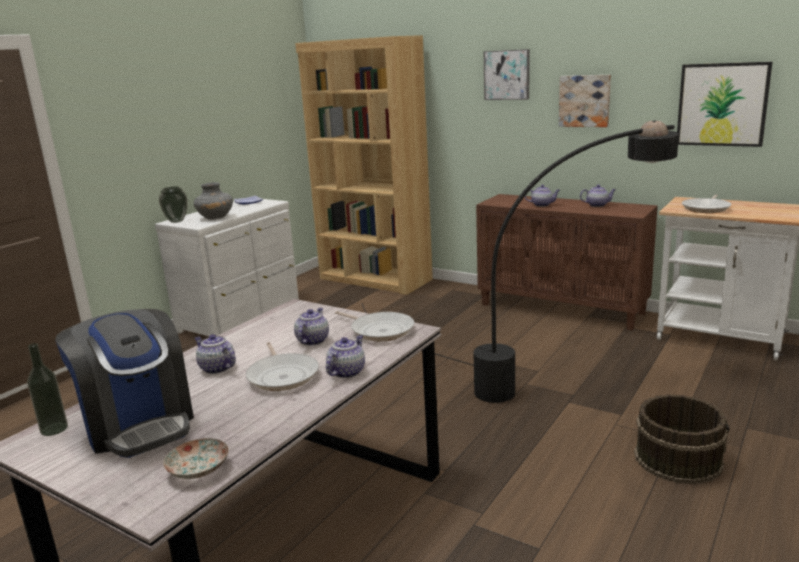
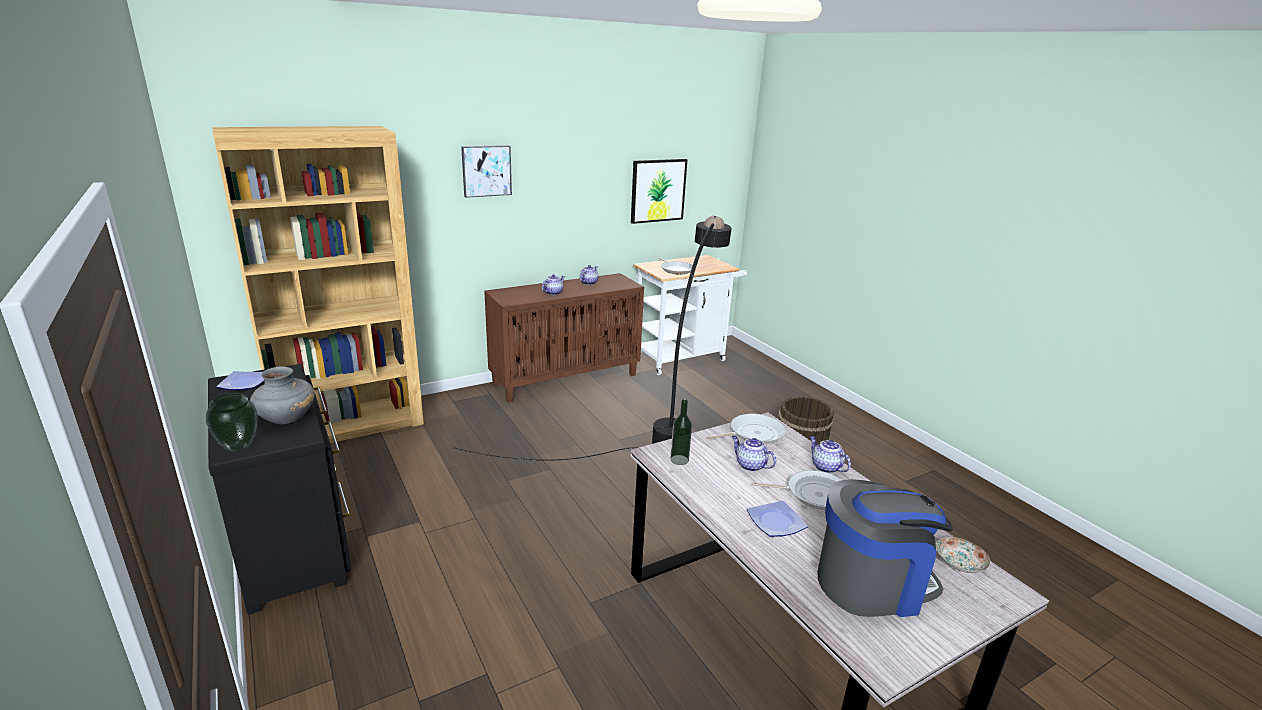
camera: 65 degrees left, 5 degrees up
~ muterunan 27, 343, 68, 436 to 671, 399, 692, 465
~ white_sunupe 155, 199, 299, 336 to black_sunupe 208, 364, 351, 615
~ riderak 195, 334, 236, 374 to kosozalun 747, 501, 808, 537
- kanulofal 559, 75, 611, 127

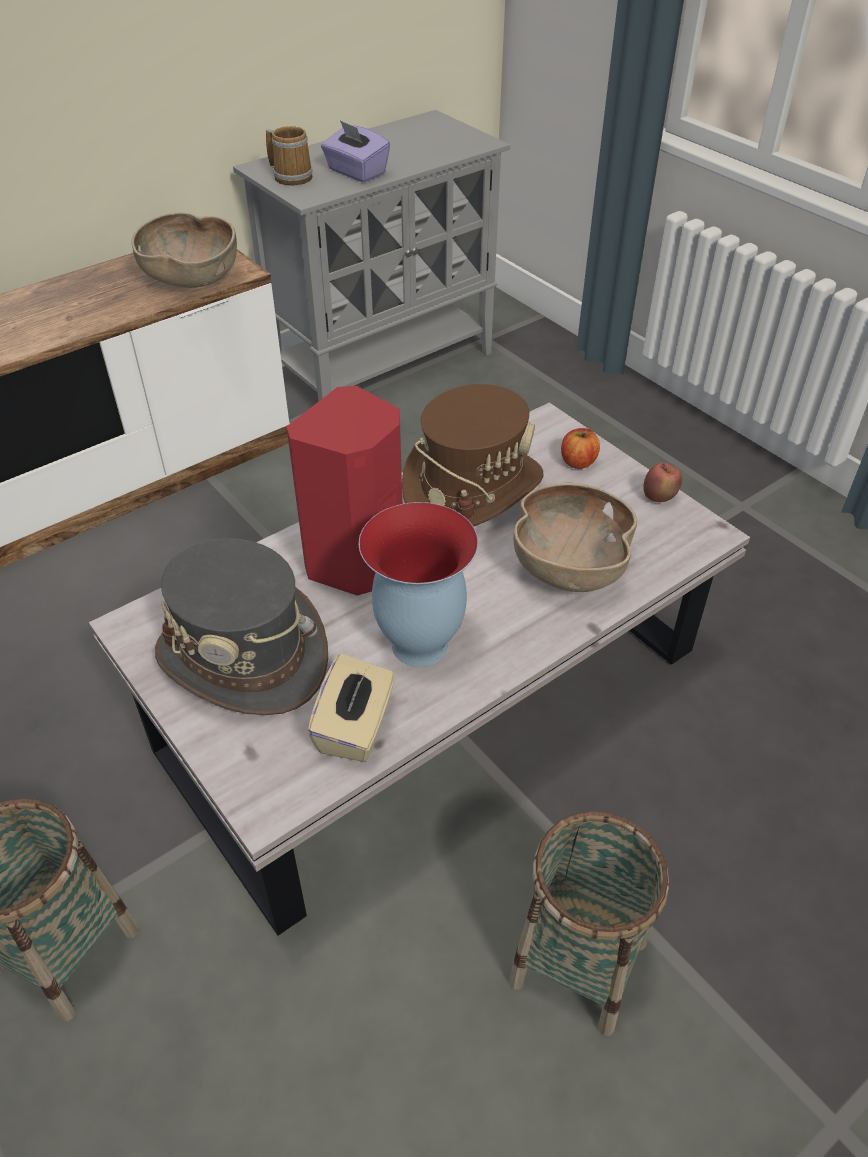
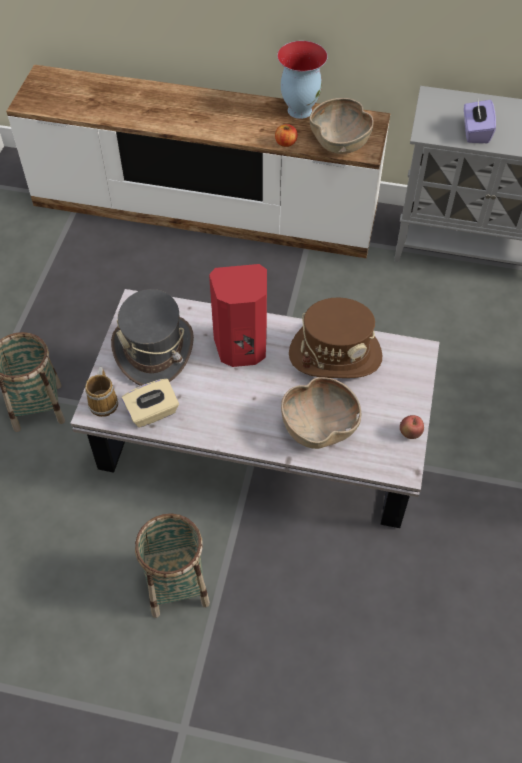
camera: 50 degrees right, 10 degrees up
~ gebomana 266, 126, 313, 185 to 85, 367, 118, 417
~ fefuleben 359, 502, 478, 667 to 277, 41, 328, 119
~ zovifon 561, 428, 600, 469 to 275, 124, 297, 147

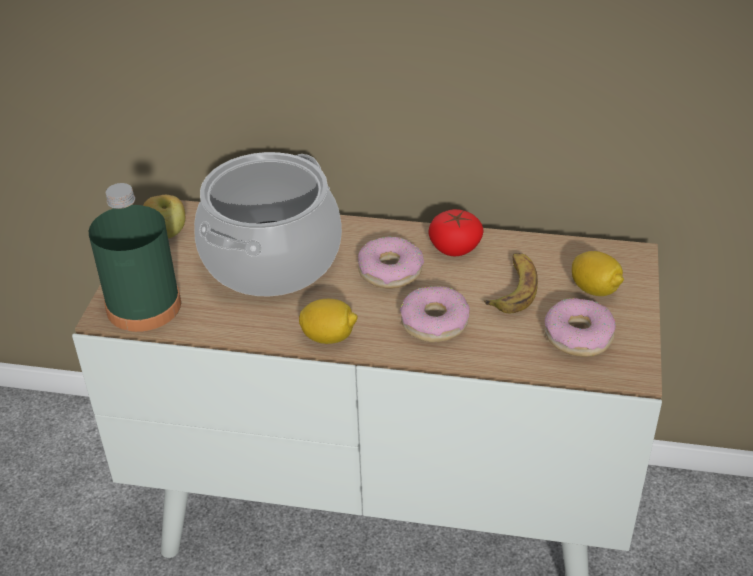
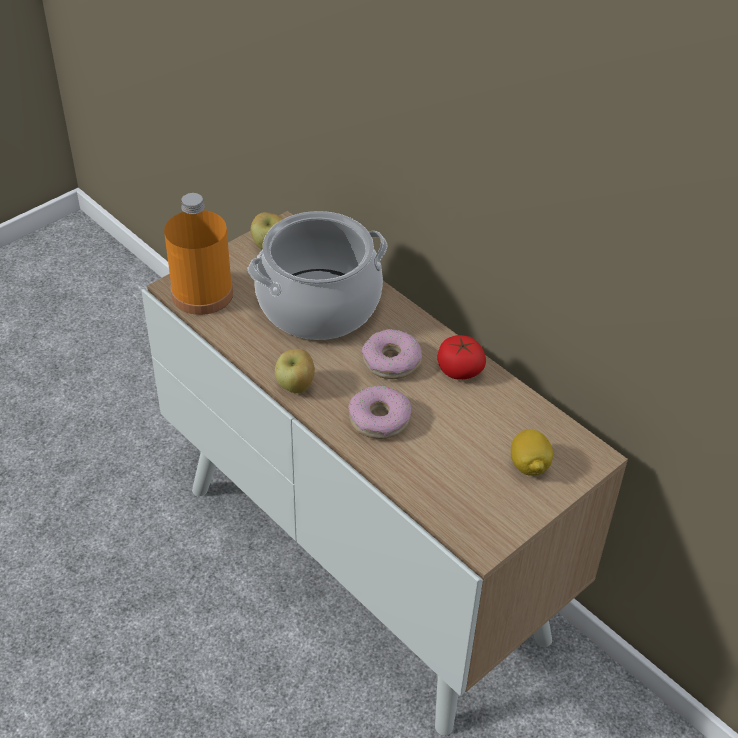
camera: 35 degrees right, 5 degrees up
~ green_muterunan 89, 183, 181, 332 to orange_muterunan 164, 193, 233, 315
~ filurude 299, 299, 358, 344 to zovifon 275, 349, 315, 393
- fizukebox 484, 253, 538, 313
- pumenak 545, 298, 616, 357

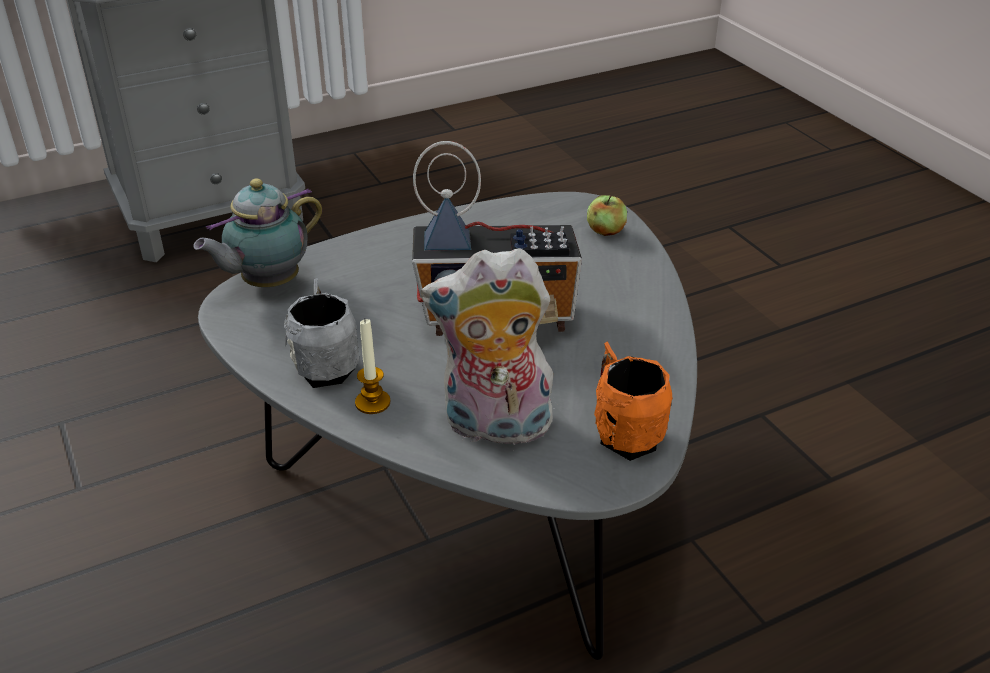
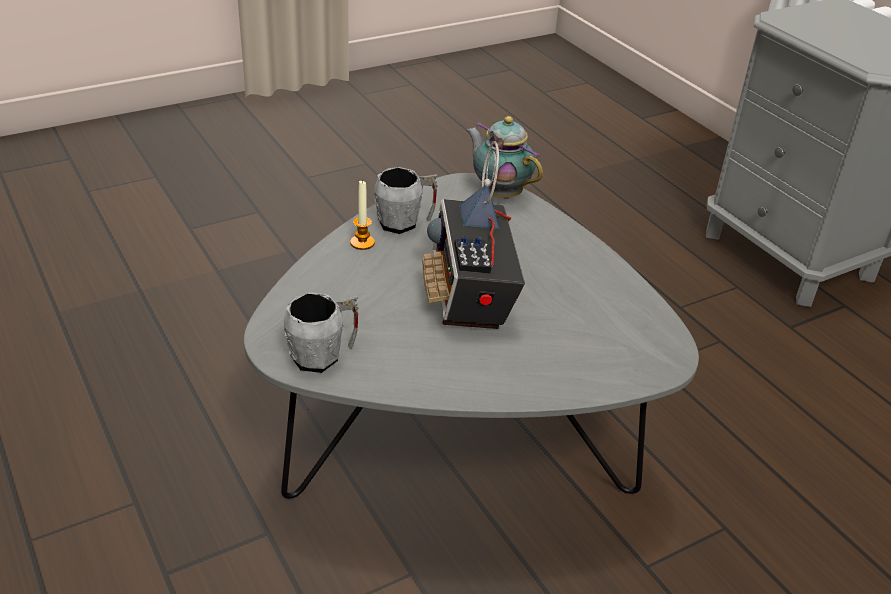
camera: 85 degrees right, 0 degrees up
- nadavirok 421, 248, 556, 451
- zovifon 587, 195, 627, 236
~ orange_gebomana 594, 341, 673, 461 to grey_gebomana 284, 292, 359, 373

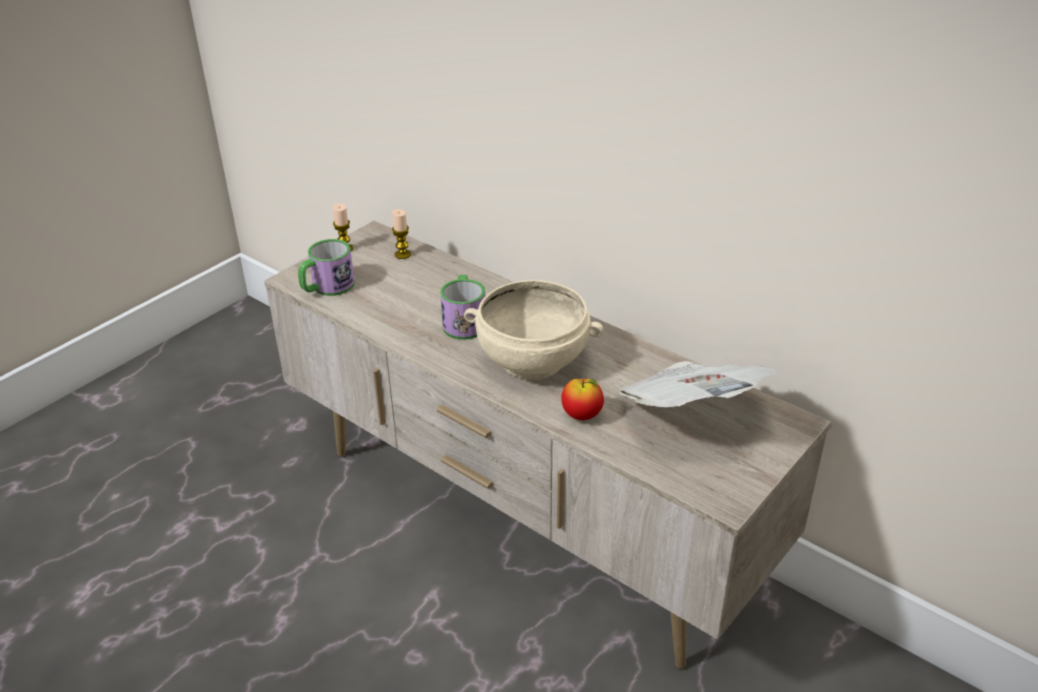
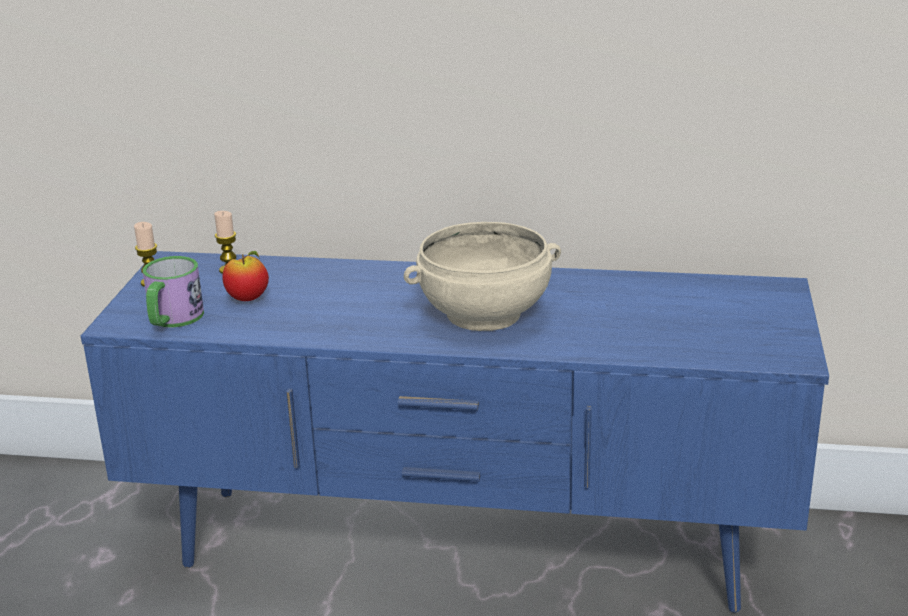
camera: 30 degrees left, 10 degrees down
~ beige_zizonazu 264, 221, 832, 669 to blue_zizonazu 81, 251, 829, 613
- gebomana 440, 274, 485, 340
~ zovifon 561, 379, 604, 420 to 222, 251, 269, 301
- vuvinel 617, 361, 780, 407

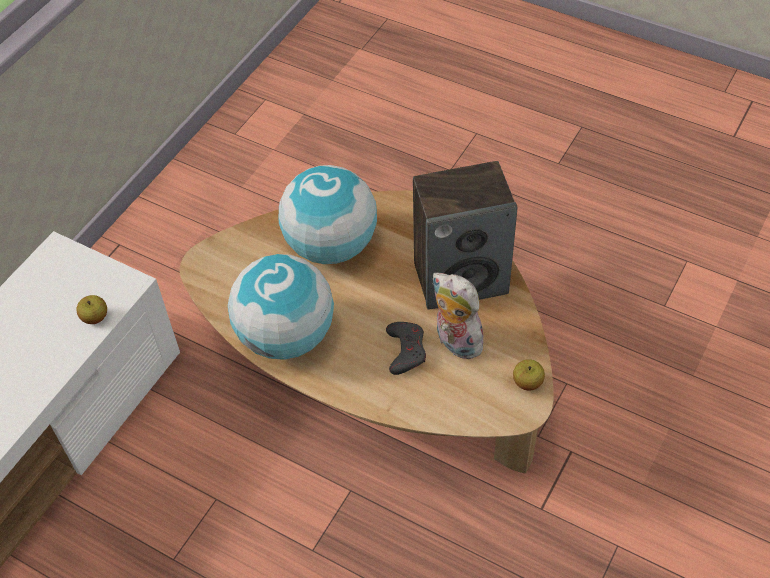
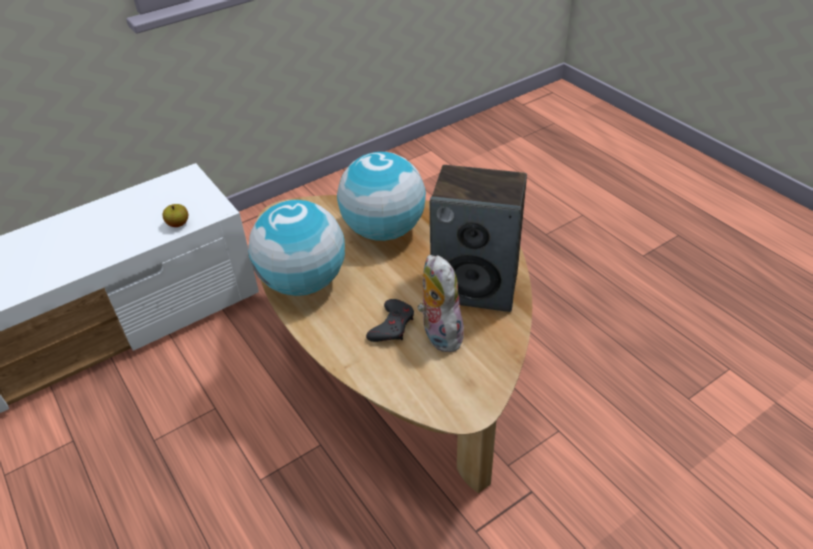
camera: 25 degrees right, 10 degrees down
- zovifon 513, 359, 545, 391

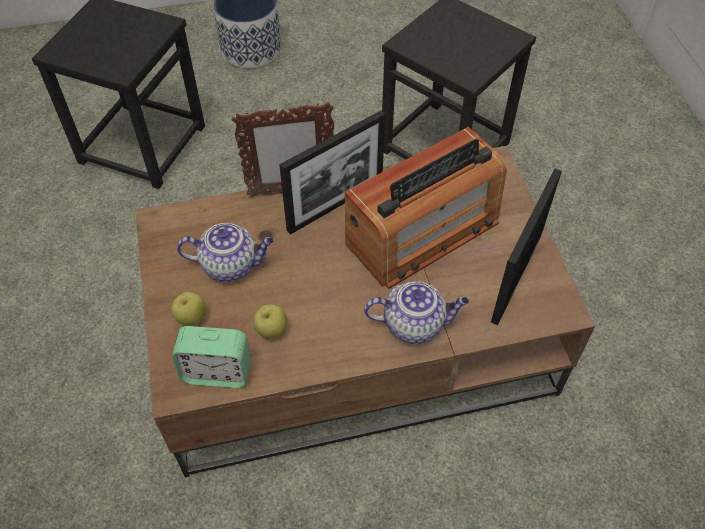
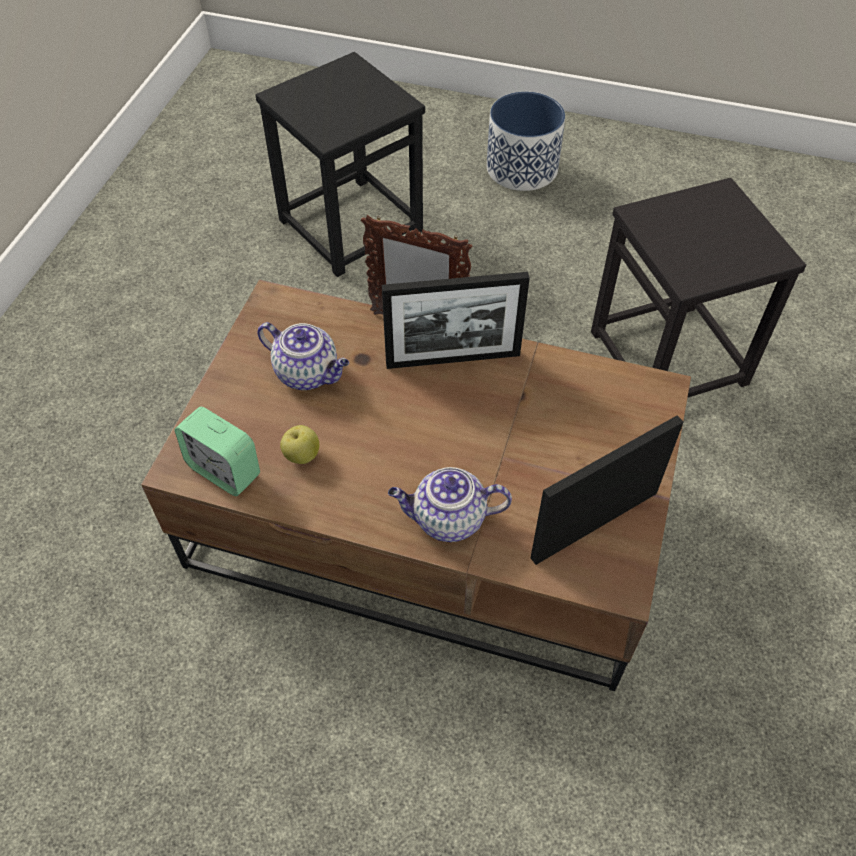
camera: 30 degrees right, 0 degrees up
- zovifon 171, 292, 206, 326
- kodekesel 345, 127, 507, 289
~ riderak 364, 281, 469, 344 = 388, 467, 512, 542 150 degrees clockwise

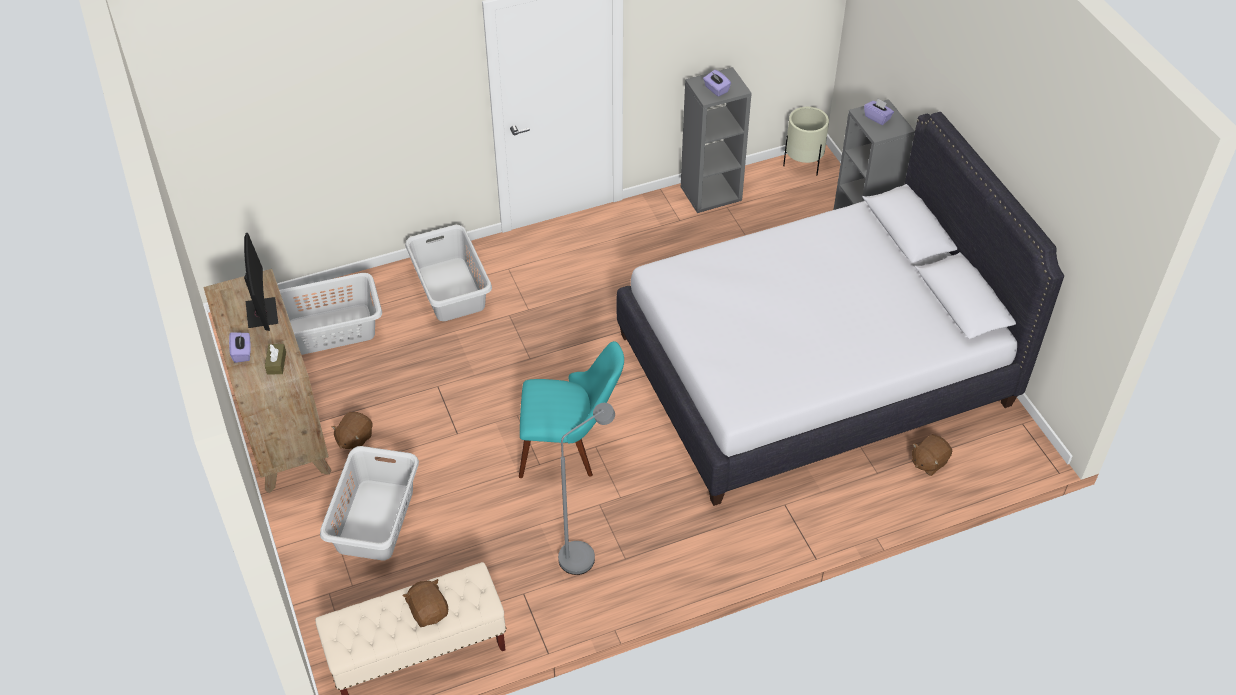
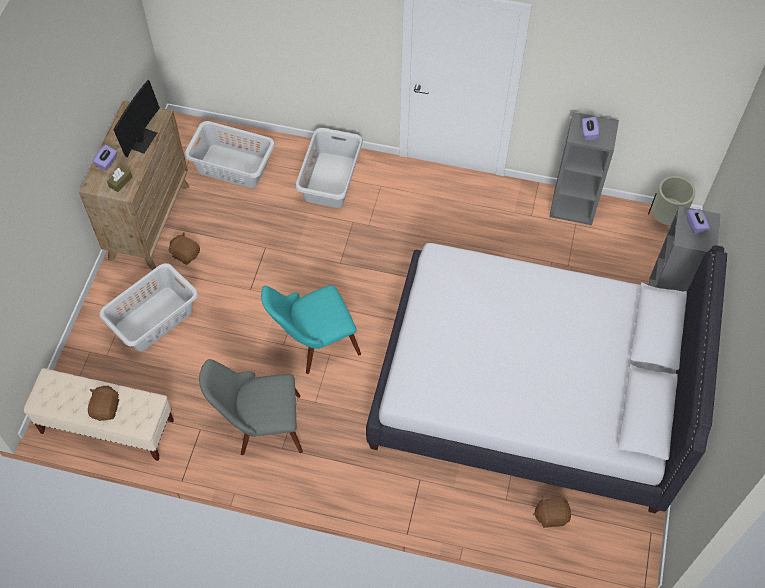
camera: 35 degrees right, 10 degrees up
~ brown_nadavirok 332, 412, 373, 449 = 168, 232, 200, 265 60 degrees clockwise
~ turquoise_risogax 519, 341, 624, 478 = 261, 285, 361, 374 120 degrees clockwise
~ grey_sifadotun 558, 403, 615, 575 to grey_risogax 199, 359, 303, 455

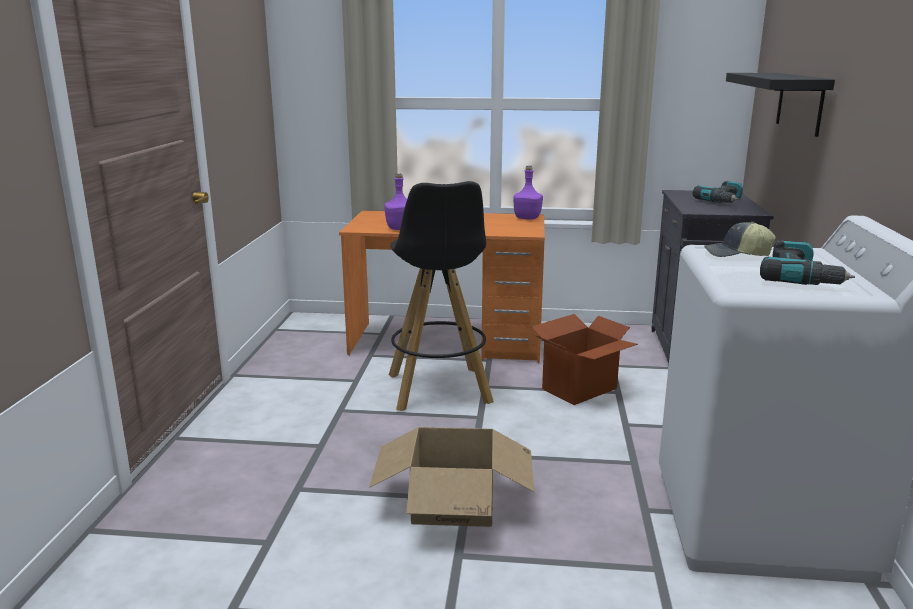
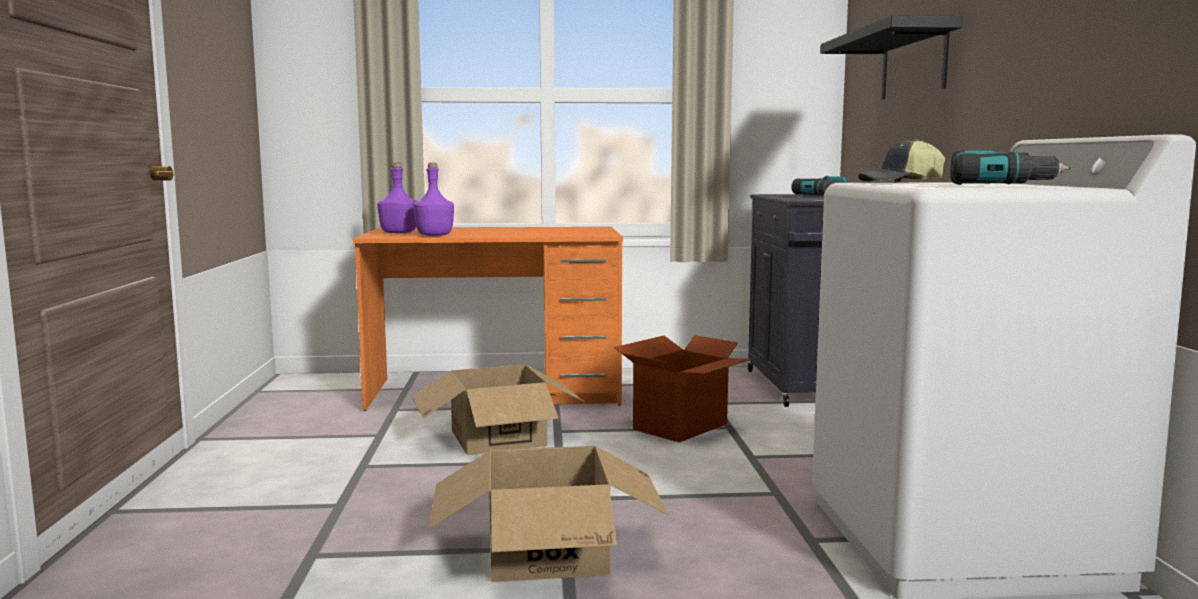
camera: 10 degrees left, 10 degrees down
~ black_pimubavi 389, 181, 494, 411 to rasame 412, 364, 586, 455
~ purple_muterunan 513, 166, 543, 220 to 377, 163, 417, 233

